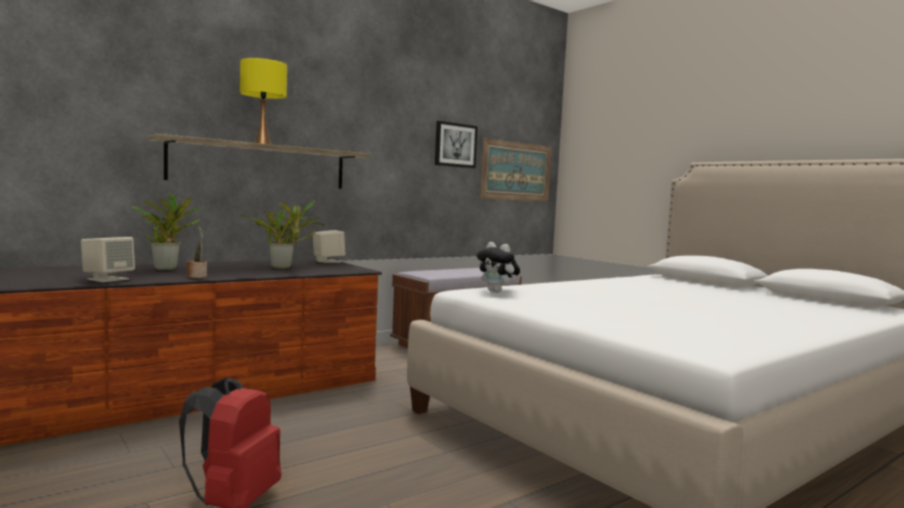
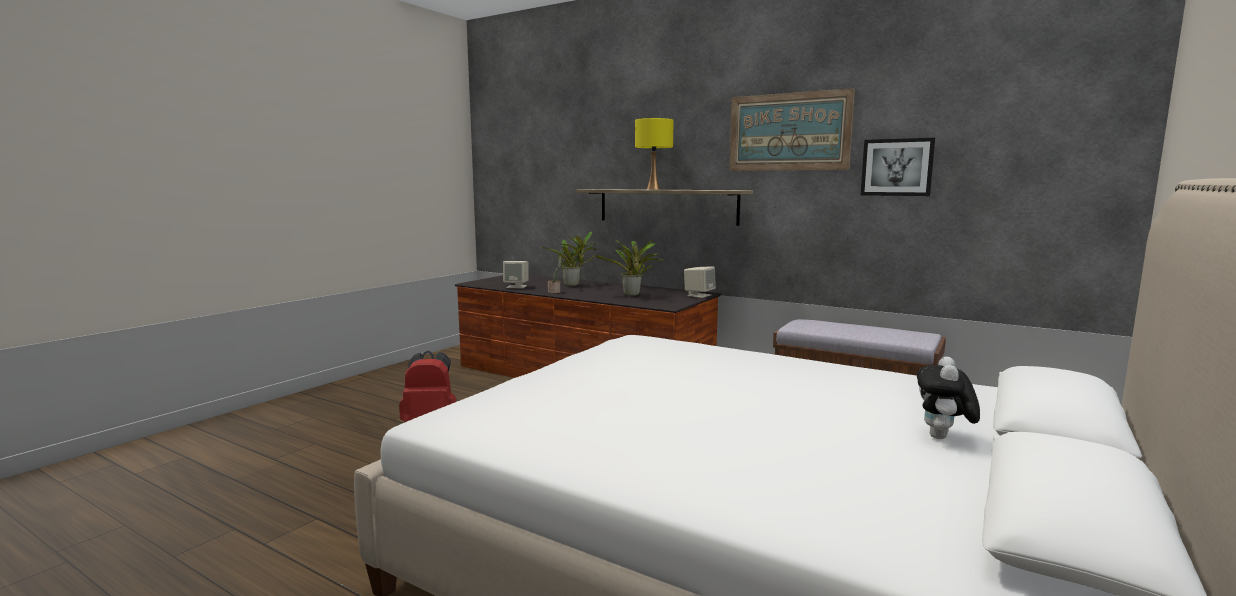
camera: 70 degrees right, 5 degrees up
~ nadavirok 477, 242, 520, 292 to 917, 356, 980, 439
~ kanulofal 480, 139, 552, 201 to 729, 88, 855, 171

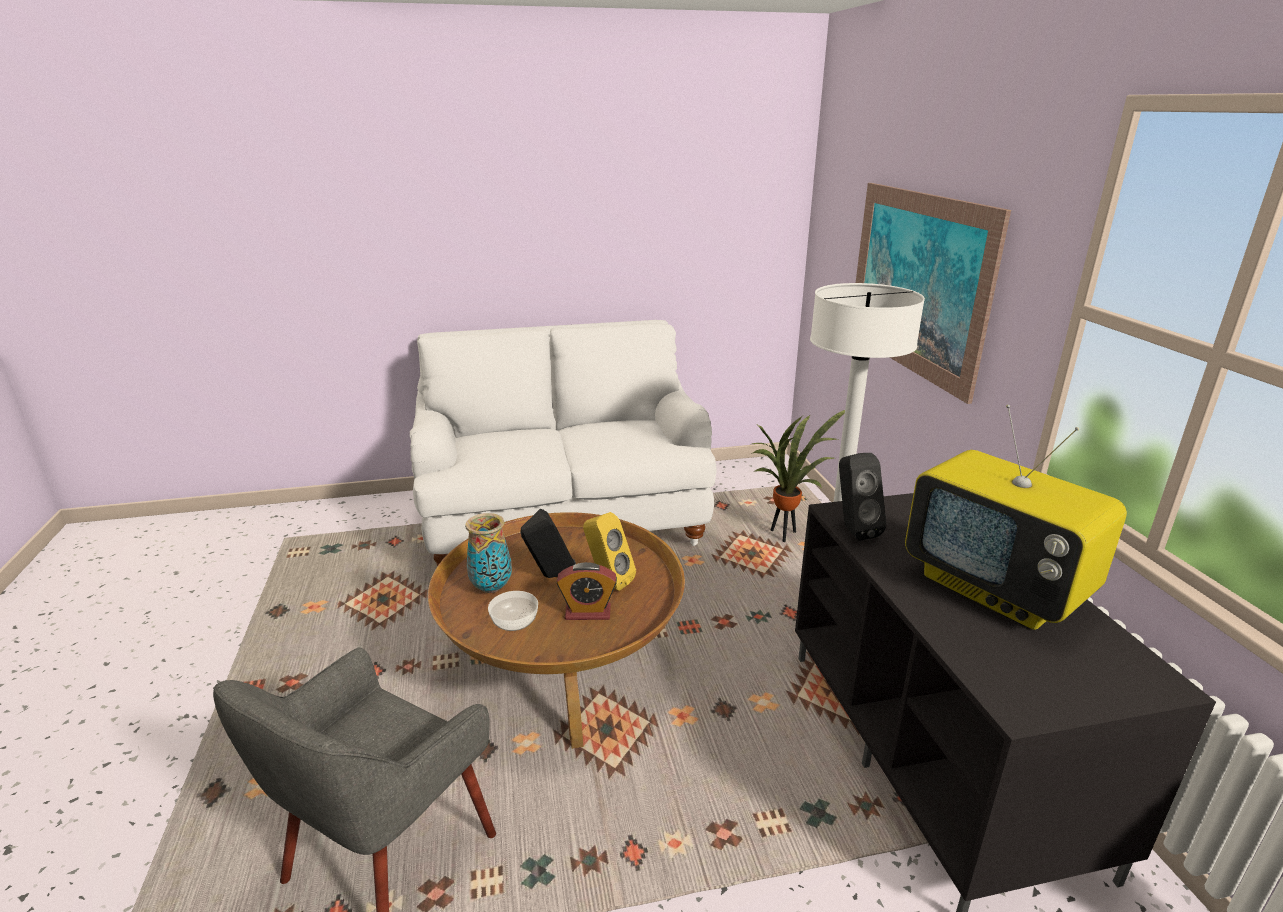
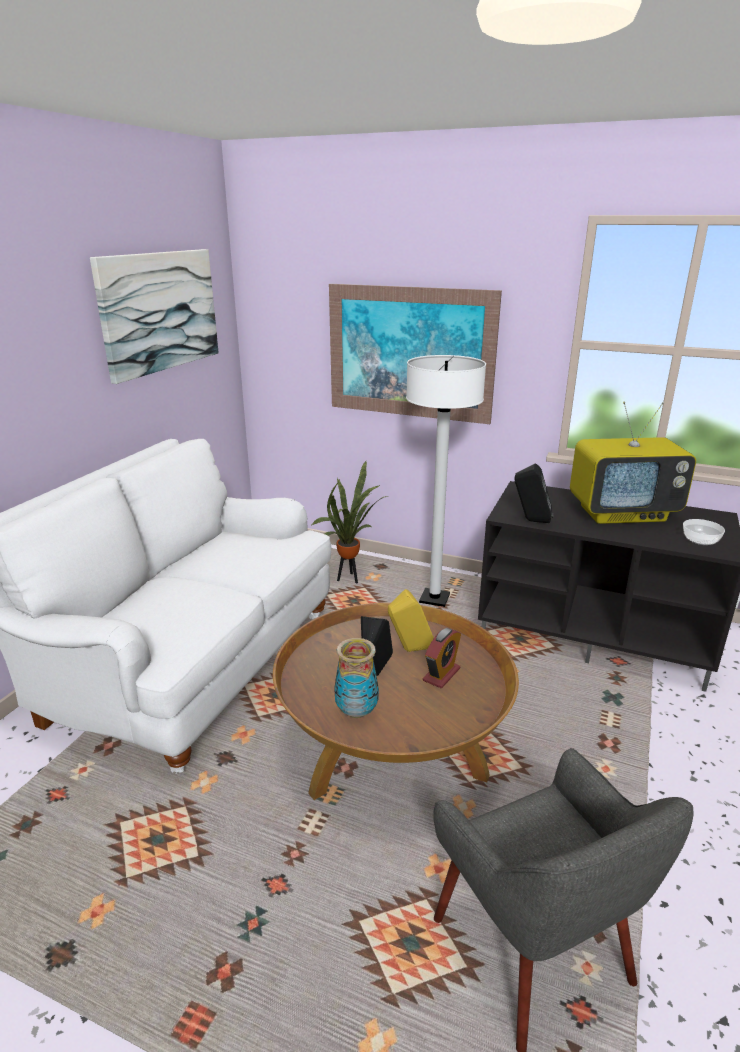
camera: 55 degrees left, 0 degrees up
~ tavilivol 488, 591, 538, 631 to 683, 519, 725, 545
+ kanulofal 90, 249, 219, 384

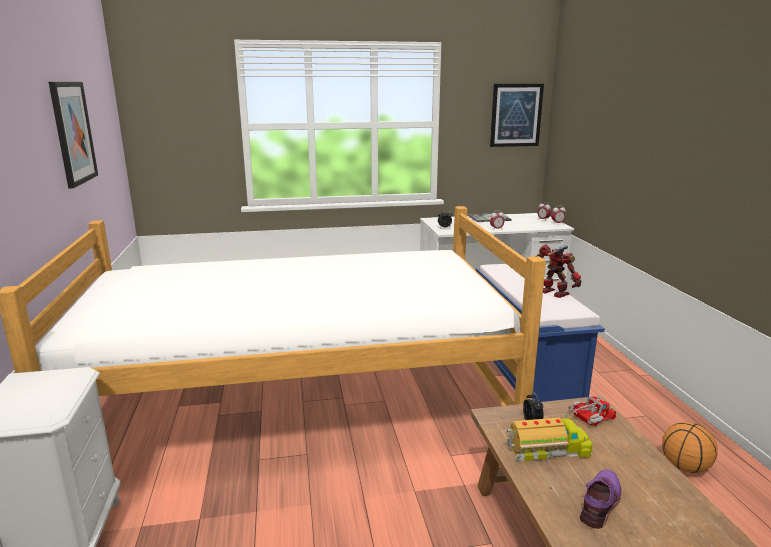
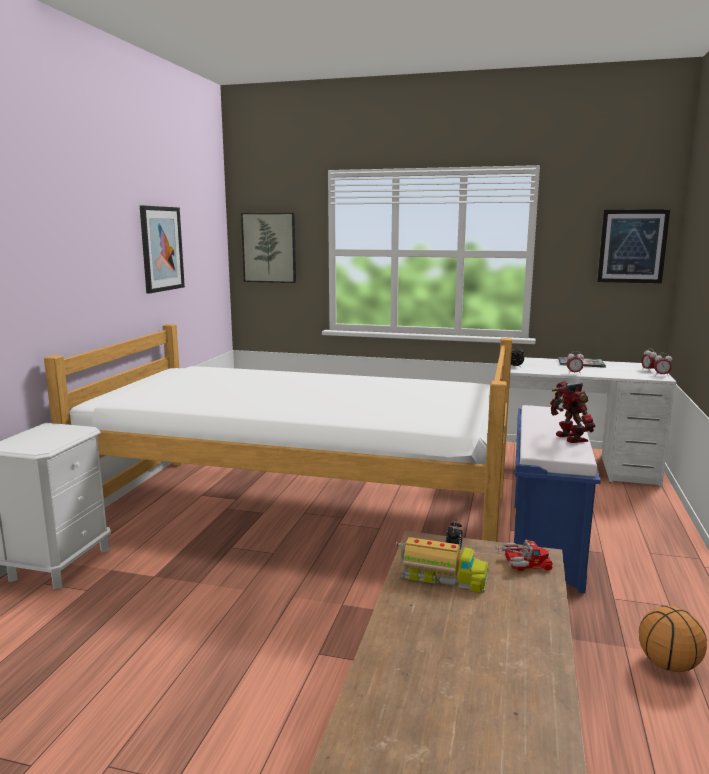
camera: 25 degrees right, 5 degrees down
- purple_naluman 580, 469, 621, 529
+ kanulofal 241, 213, 296, 283

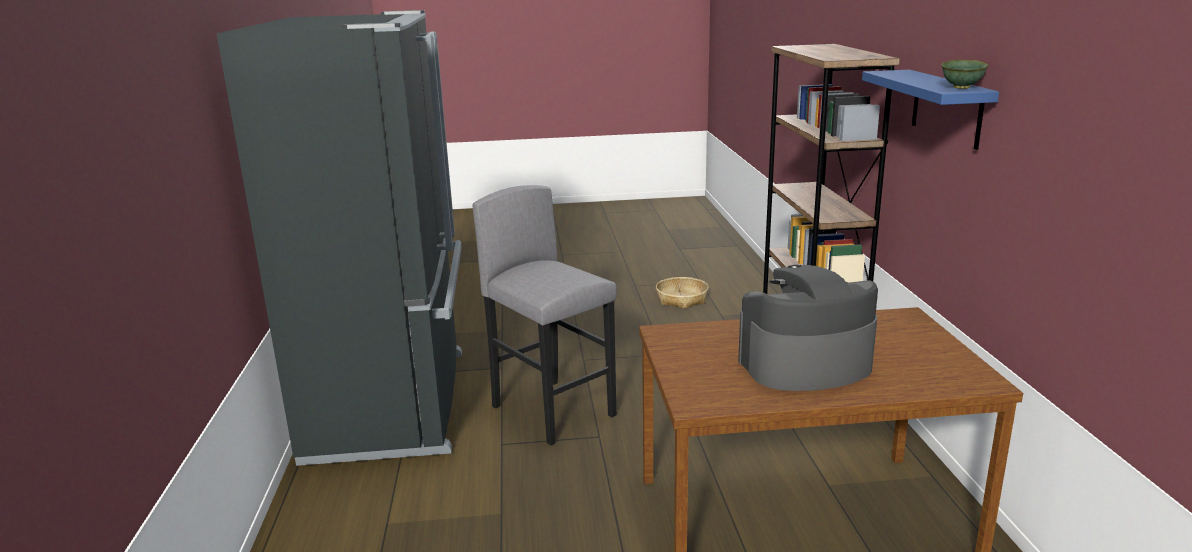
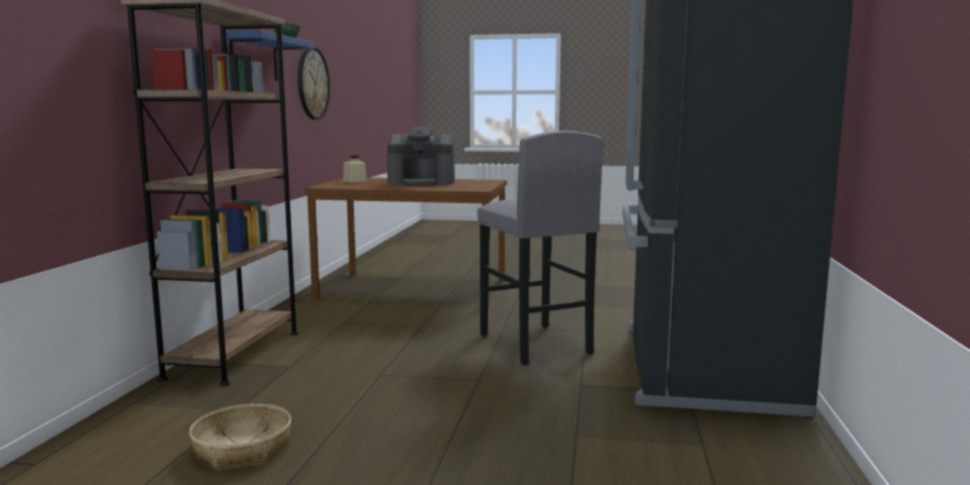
camera: 165 degrees left, 10 degrees down
+ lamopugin 298, 47, 330, 120
+ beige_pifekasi 344, 155, 367, 183

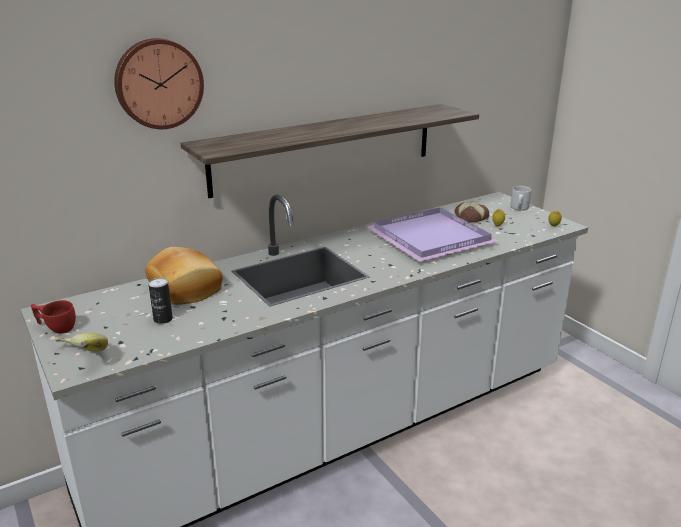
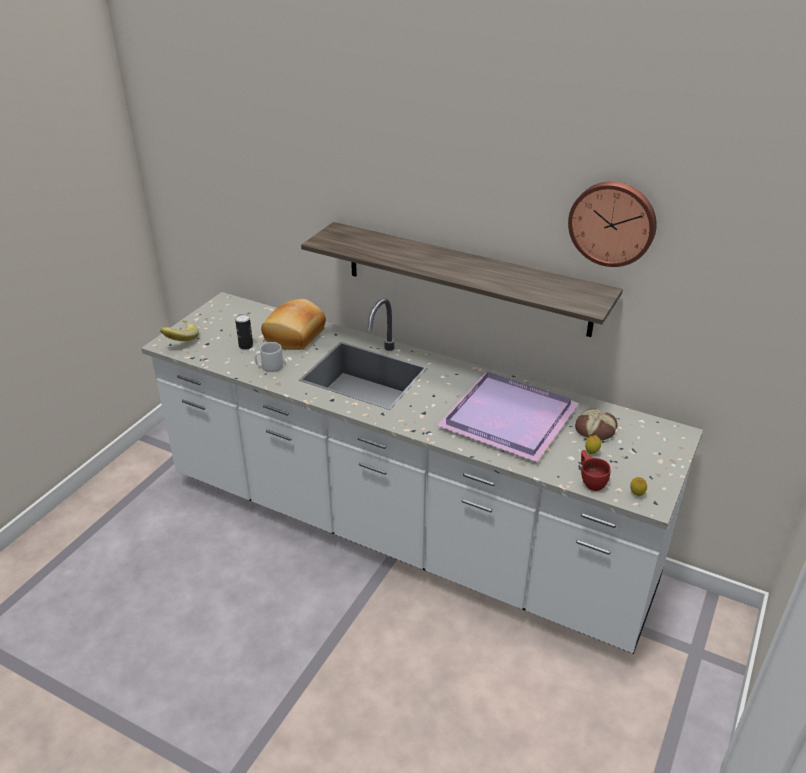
camera: 60 degrees right, 10 degrees up
~ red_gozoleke 31, 300, 76, 334 to 581, 450, 611, 491
~ lamopugin 114, 38, 204, 129 to 568, 181, 657, 267
~ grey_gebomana 510, 186, 531, 211 to 255, 342, 283, 372

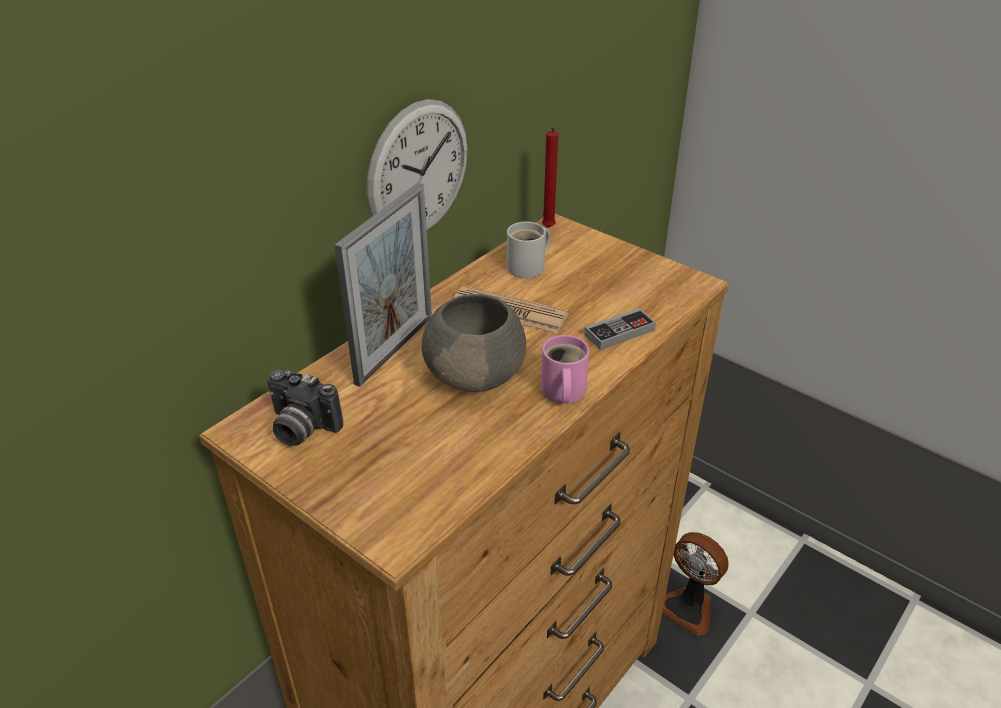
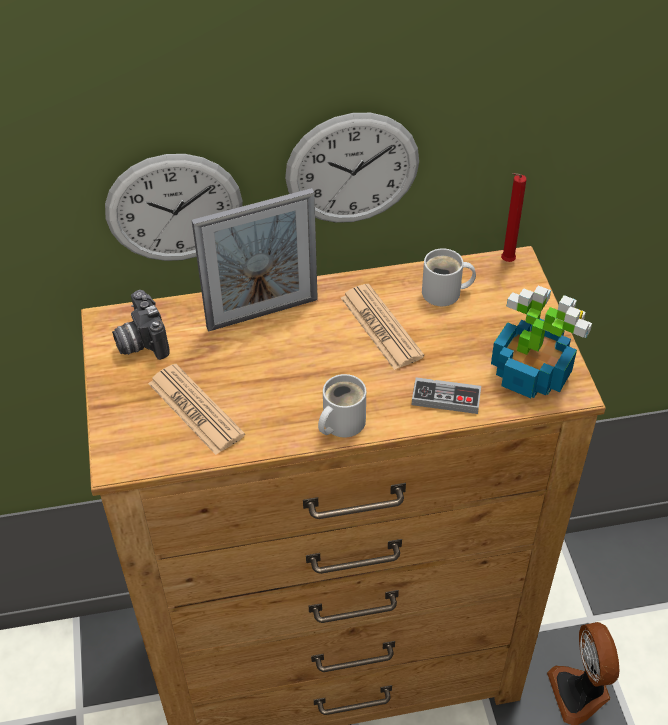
camera: 40 degrees right, 10 degrees up
- grey_tavilivol 421, 294, 526, 392
~ pink_gebomana 541, 335, 589, 404 to white_gebomana 318, 374, 366, 437
+ lamopugin 105, 154, 243, 261
+ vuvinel 148, 364, 245, 455
+ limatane 491, 286, 592, 398

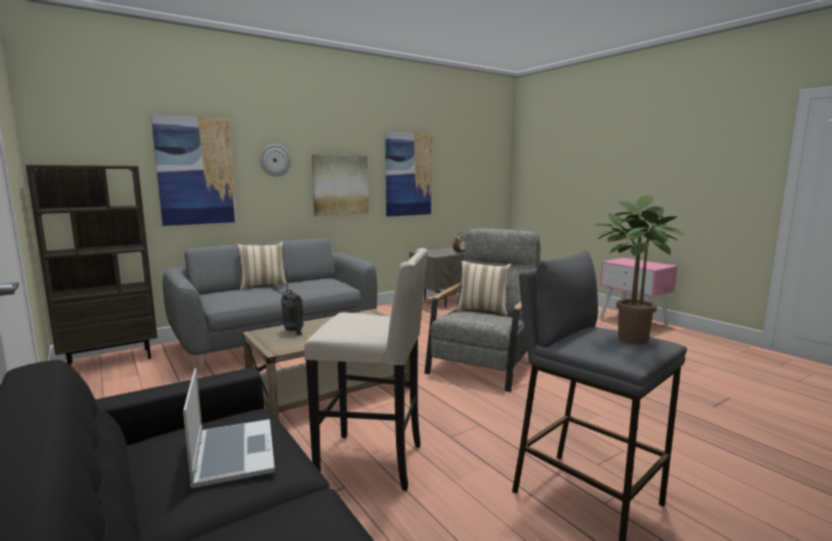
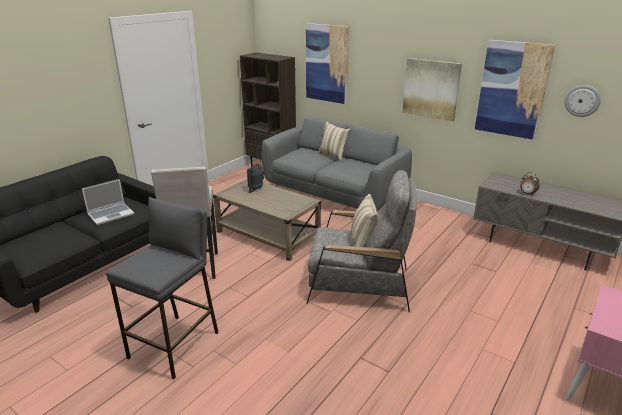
camera: 70 degrees right, 15 degrees up
~ lamopugin 260, 144, 291, 177 to 564, 85, 601, 117
- limatane 597, 195, 685, 344

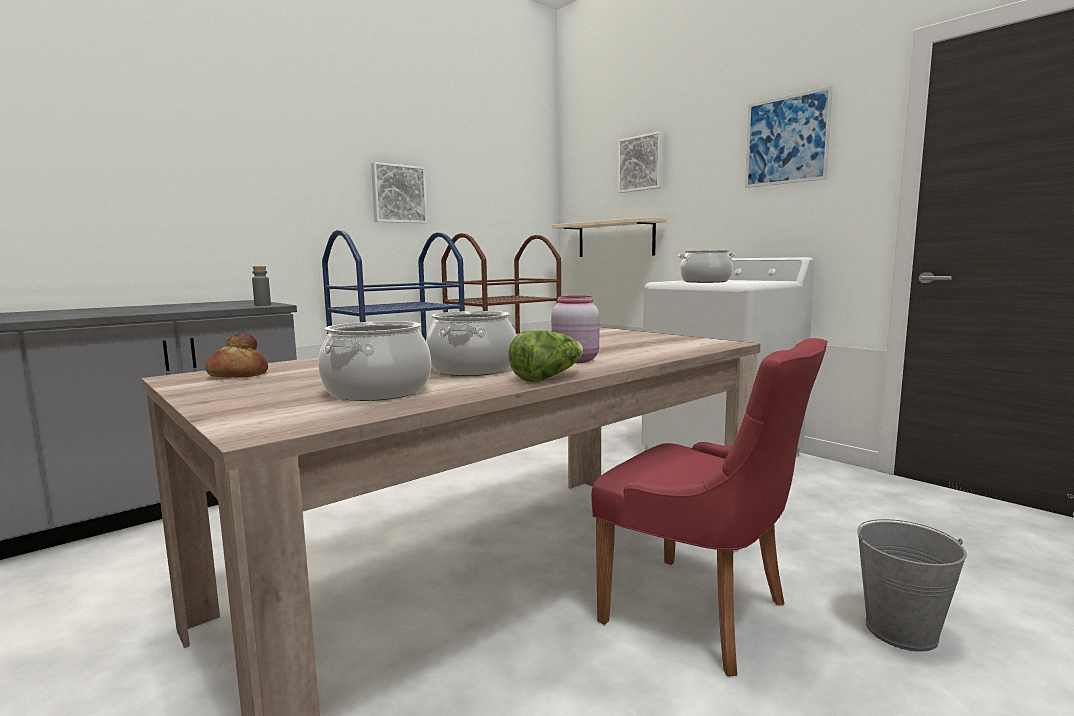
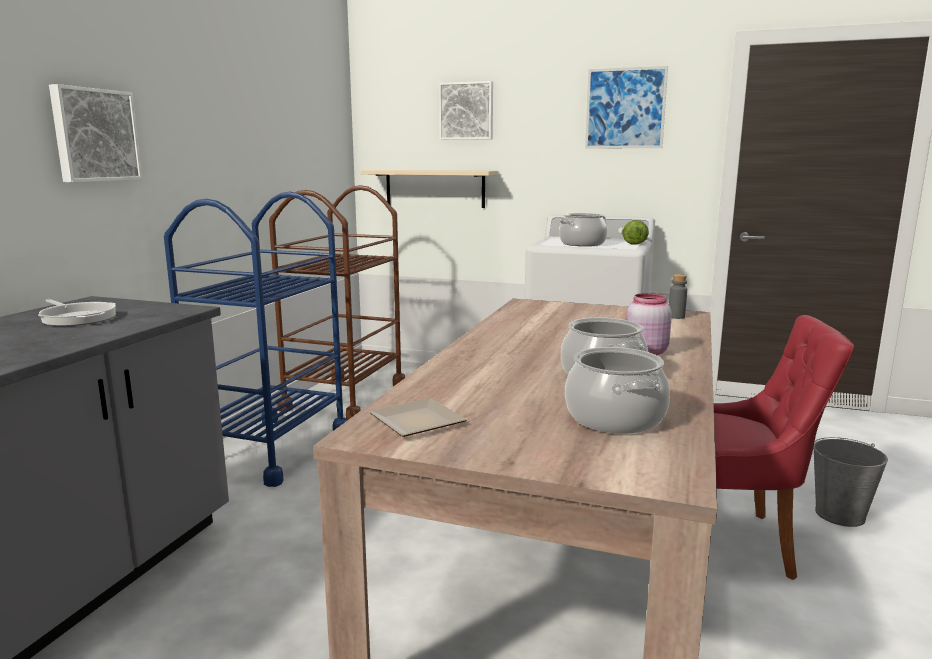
camera: 30 degrees left, 5 degrees up
~ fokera 205, 333, 268, 378 to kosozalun 370, 398, 467, 437
~ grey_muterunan 252, 266, 271, 306 to 669, 274, 687, 319
~ kanulofal 371, 162, 427, 224 to 49, 84, 143, 182
~ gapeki 508, 330, 584, 382 to 623, 220, 649, 245
+ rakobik 38, 299, 116, 326

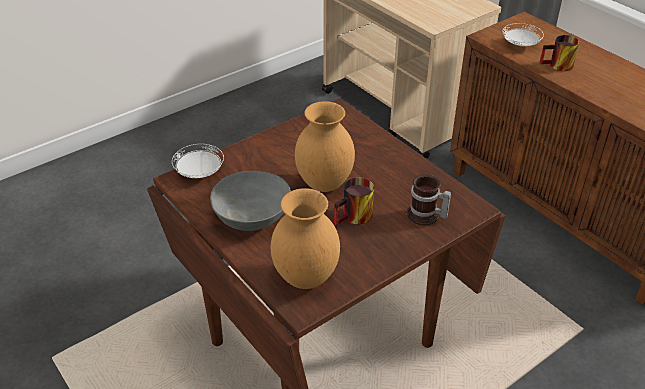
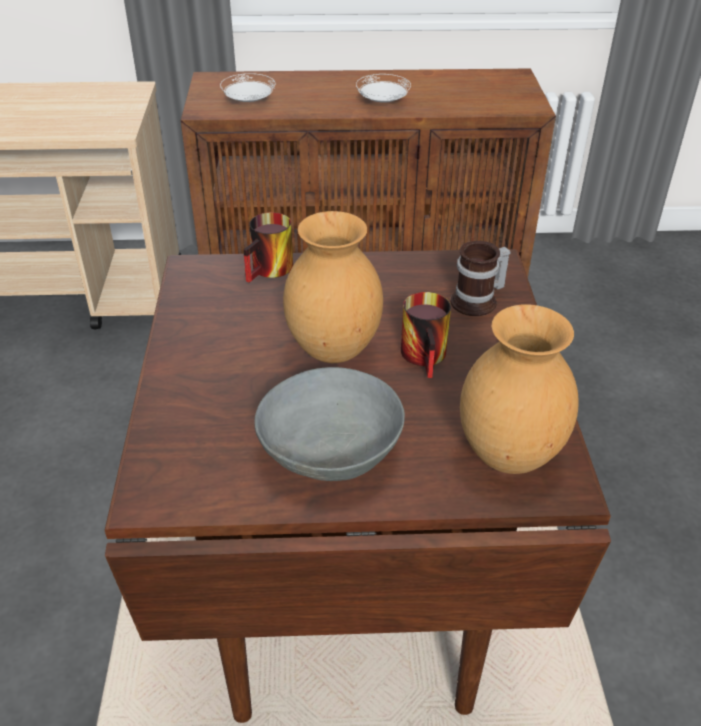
camera: 55 degrees left, 0 degrees up
~ white_kosozalun 172, 144, 224, 178 to 356, 74, 411, 103
~ gebomana 539, 35, 579, 71 to 243, 212, 293, 283

